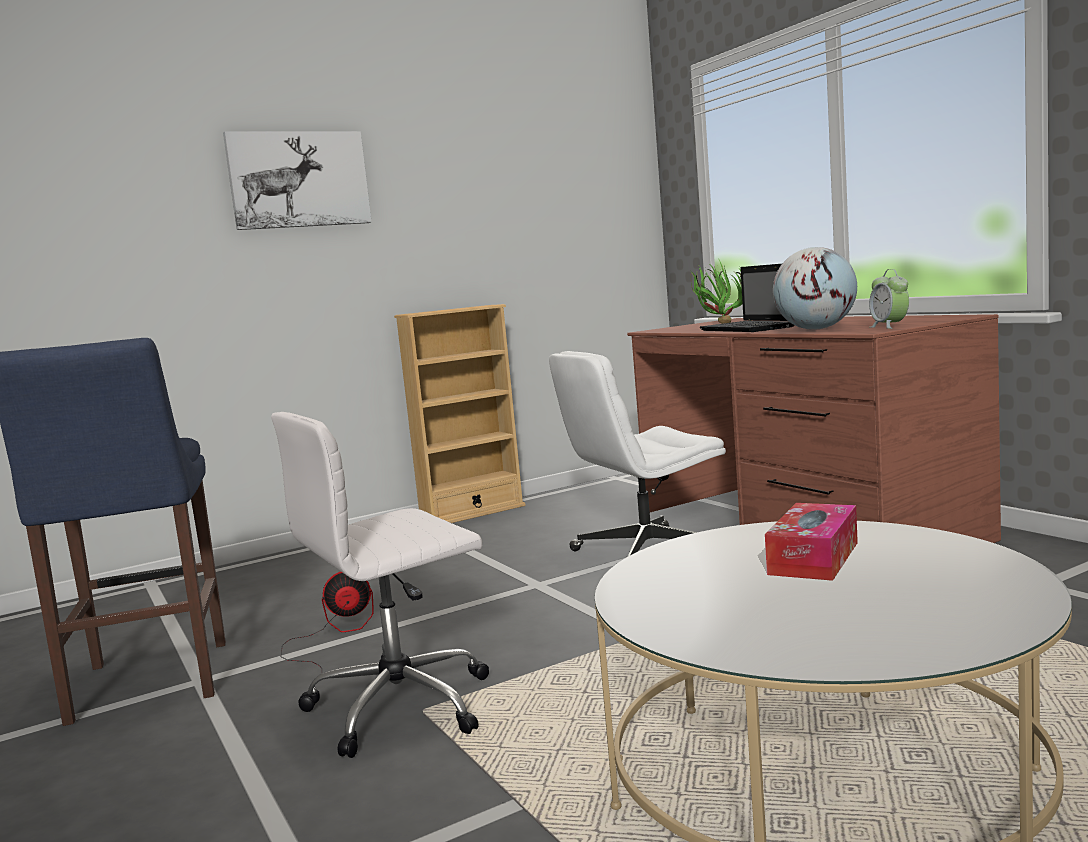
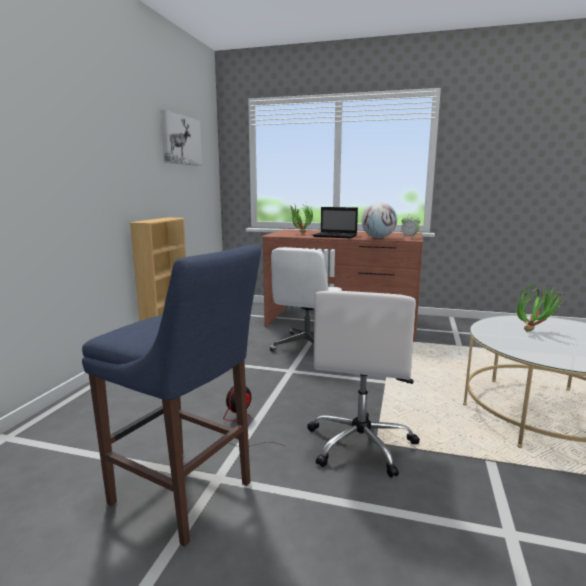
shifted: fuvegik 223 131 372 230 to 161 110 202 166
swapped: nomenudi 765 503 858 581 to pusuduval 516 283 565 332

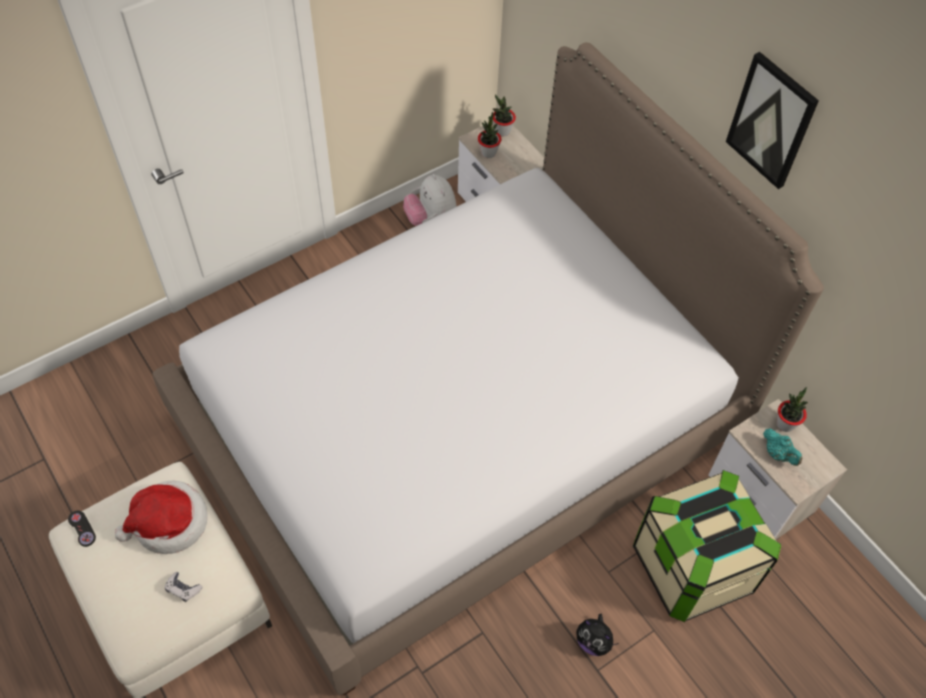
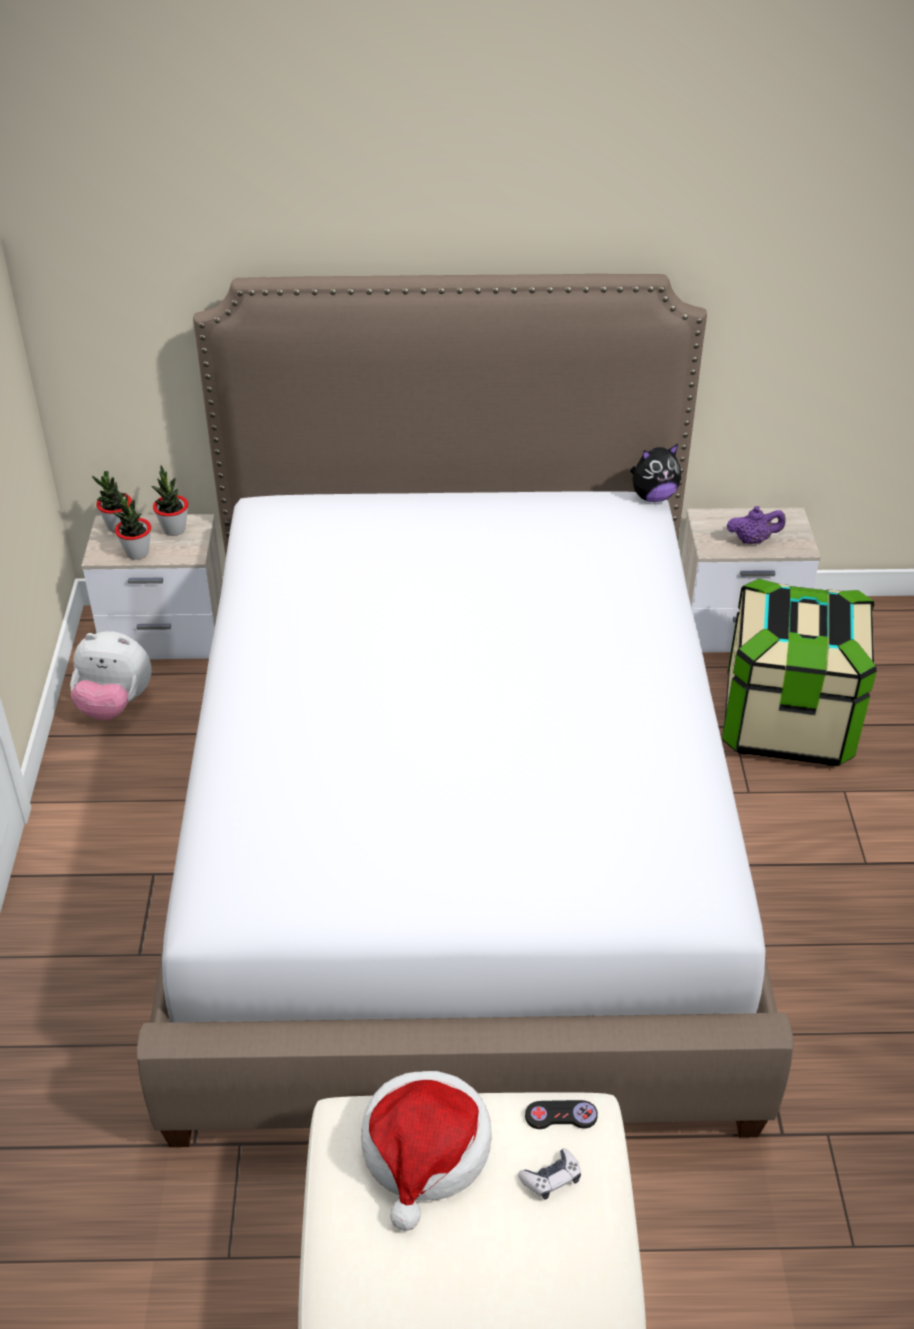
gone: fuvegik 726 52 819 189
shifted: pusuduval 777 387 808 432 to 151 465 188 536; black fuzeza 68 511 96 547 to 525 1100 598 1129; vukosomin 576 614 619 656 to 630 444 681 502
repainted: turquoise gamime 763 428 802 466 to purple gamime 727 506 786 544

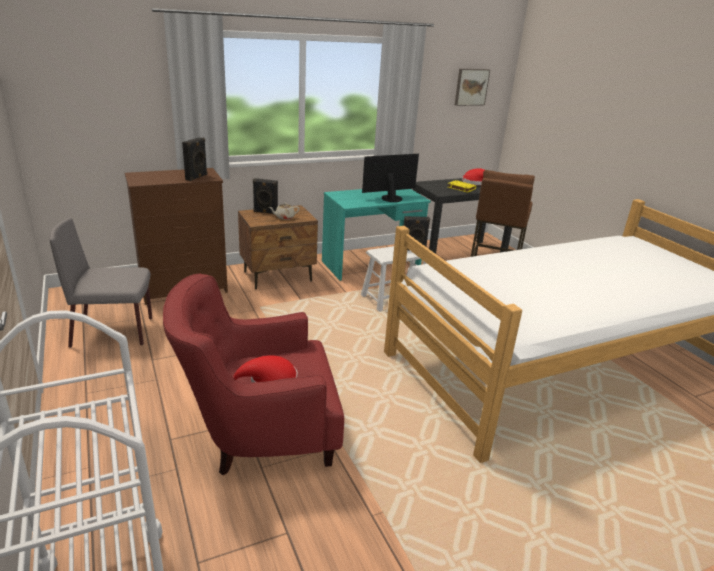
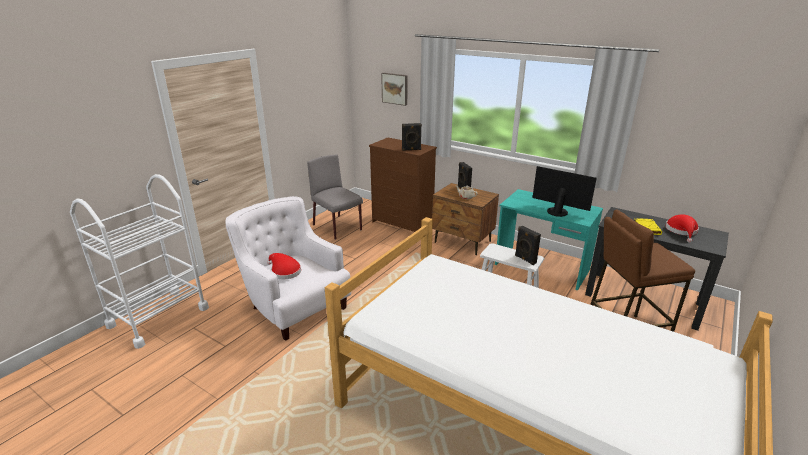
shifted: fuvegik 455 69 490 106 to 381 73 408 106
repainted: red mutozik 163 274 344 475 to white mutozik 225 196 351 341

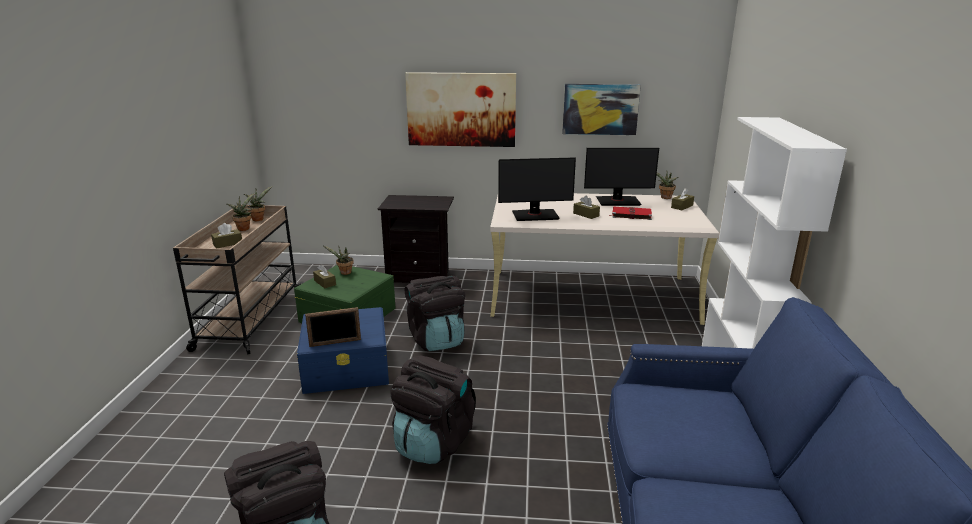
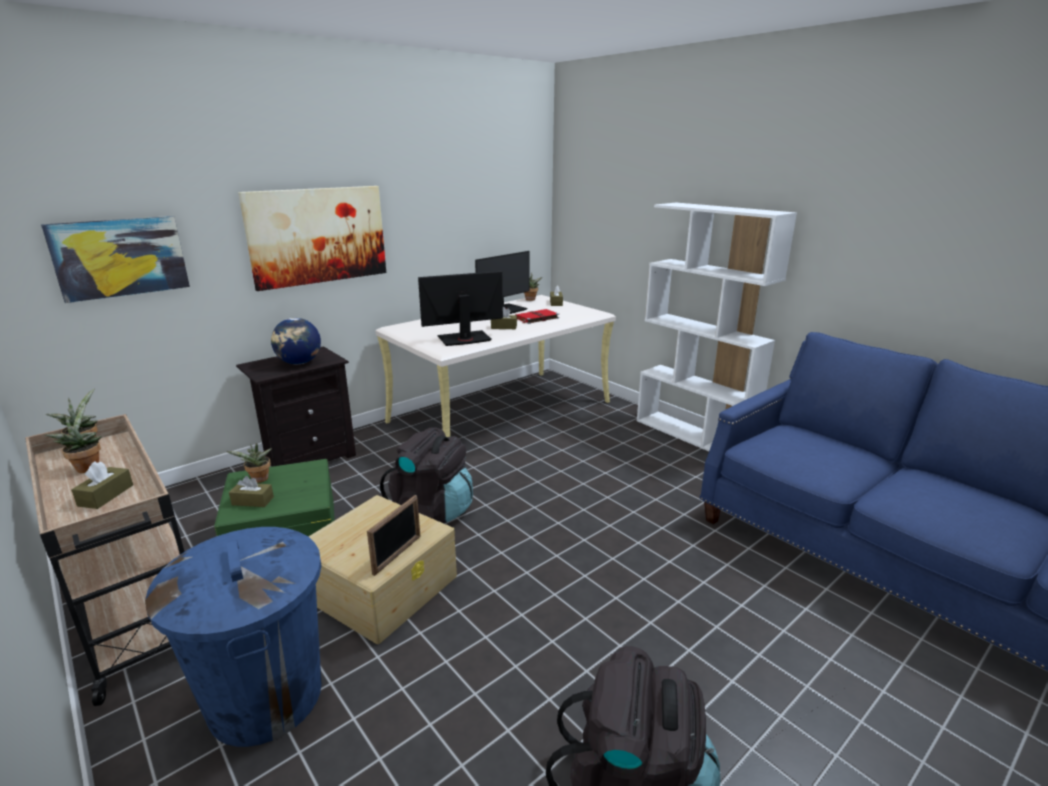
gone: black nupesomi 391 355 476 464
new: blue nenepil 145 527 321 747; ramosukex 271 318 321 364
shifted: fuvegik 562 84 641 135 to 41 216 190 303
repainted: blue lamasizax 297 307 389 394 to beige lamasizax 308 495 457 644
rotated: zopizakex 498 157 576 221 = 418 271 503 346 150 degrees counterclockwise

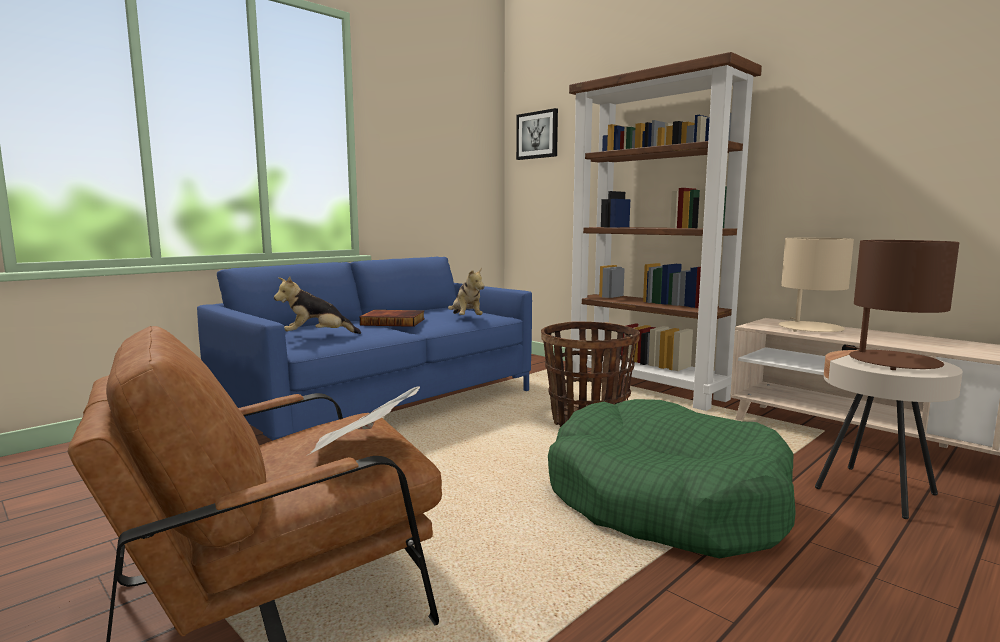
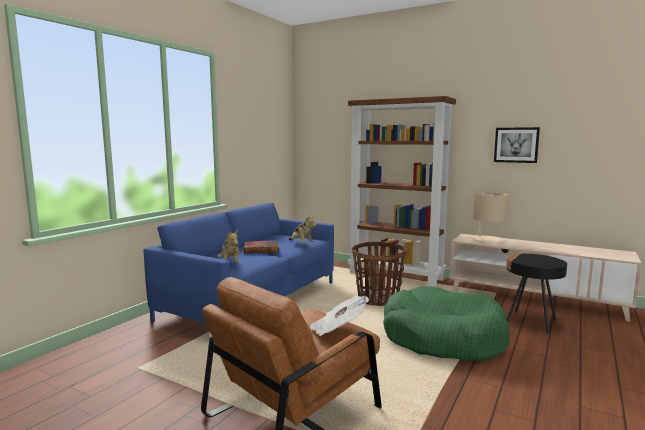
gone: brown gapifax 846 240 960 370
shifted: fuvegik 516 108 558 160 to 494 127 540 163
repainted: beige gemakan 815 350 963 519 to black gemakan 506 254 567 334
rotated: vukosomin 274 277 361 334 = 217 230 239 263 75 degrees counterclockwise

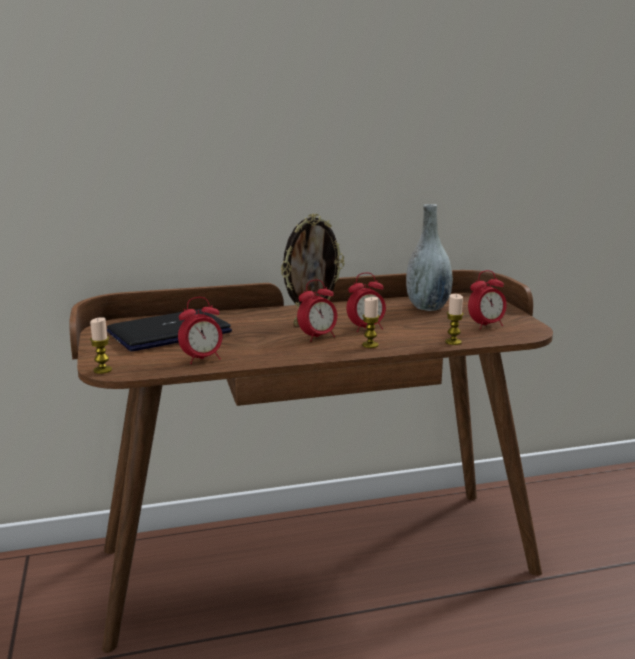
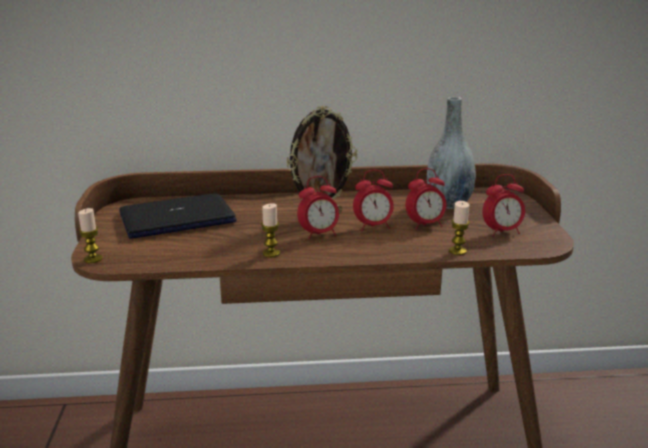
shifted: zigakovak 362 297 380 348 to 261 203 280 257; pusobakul 178 297 223 364 to 406 168 446 230

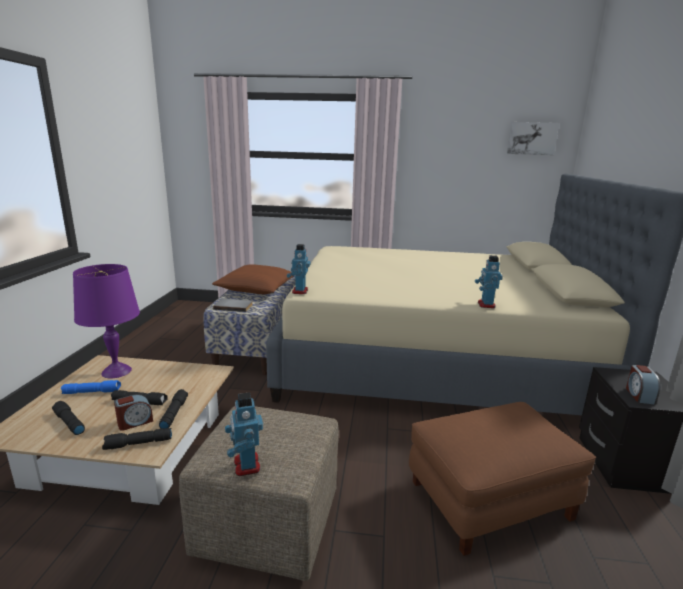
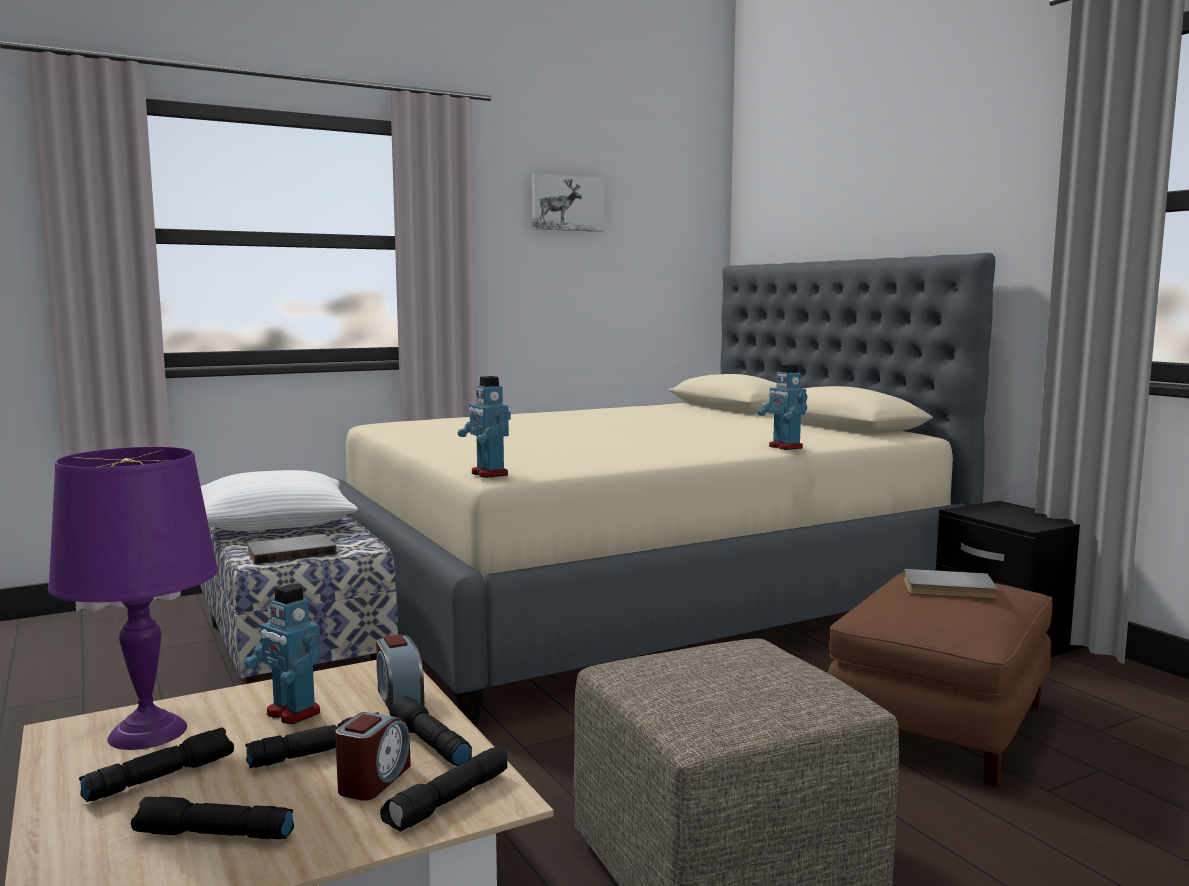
new: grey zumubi 903 569 997 599
shifted: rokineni 225 392 263 476 to 244 584 321 724; pusobakul 626 365 660 405 to 376 635 424 710; fuvegik 507 122 559 155 to 531 173 604 232
repainted: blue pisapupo 61 380 121 394 to black pisapupo 79 727 234 802; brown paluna 212 264 294 294 to white paluna 201 470 358 531

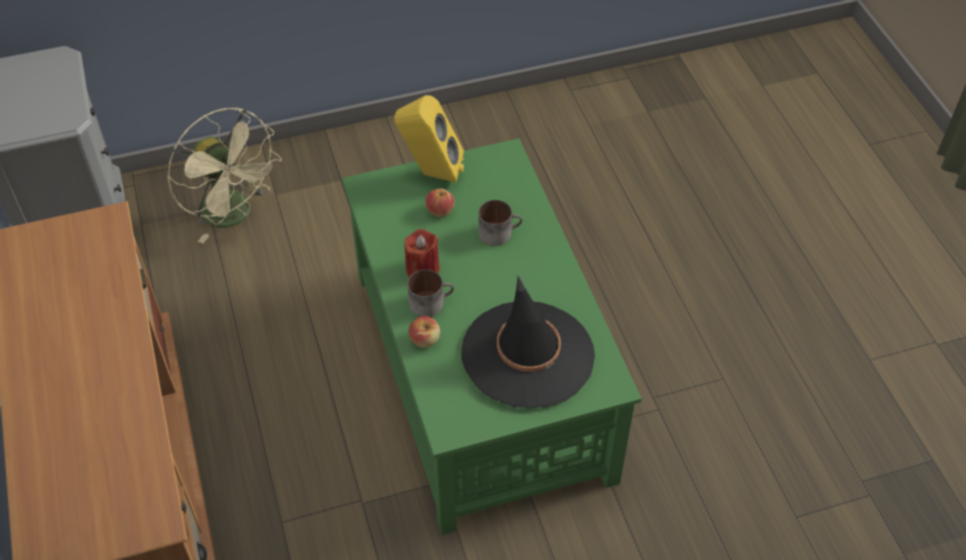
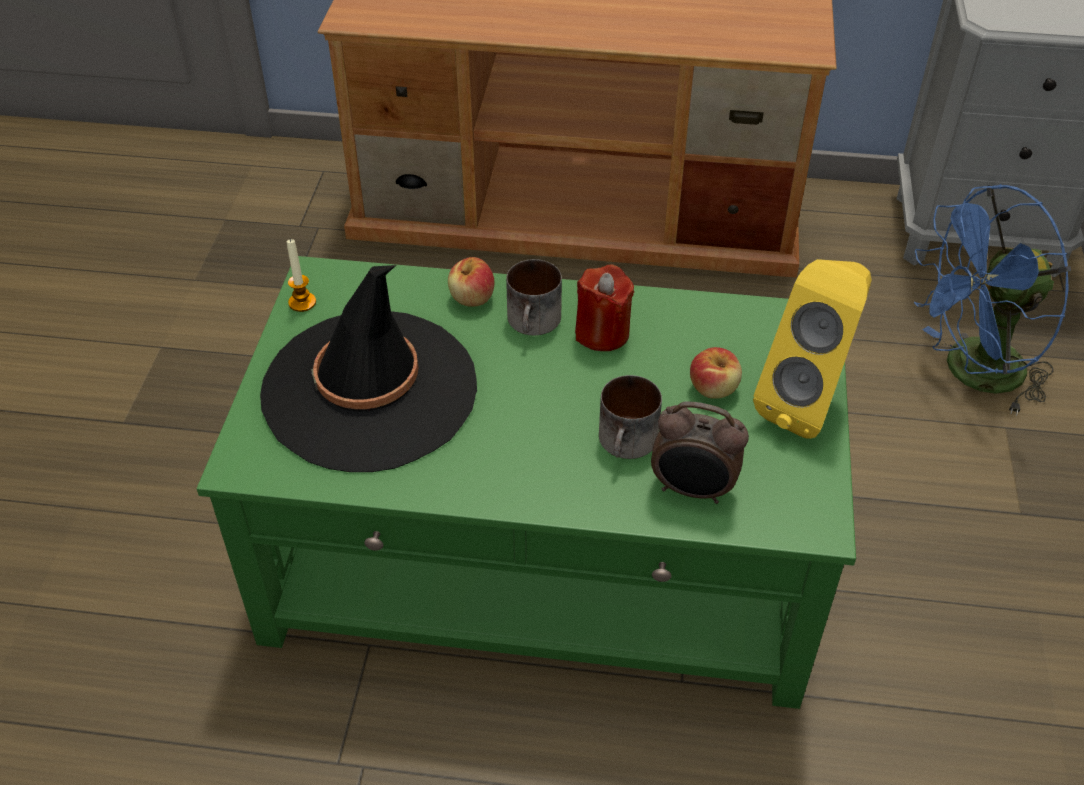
new: zigakovak 287 239 316 312; pusobakul 651 402 749 504
repainted: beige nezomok 167 108 282 243 to blue nezomok 914 184 1071 416

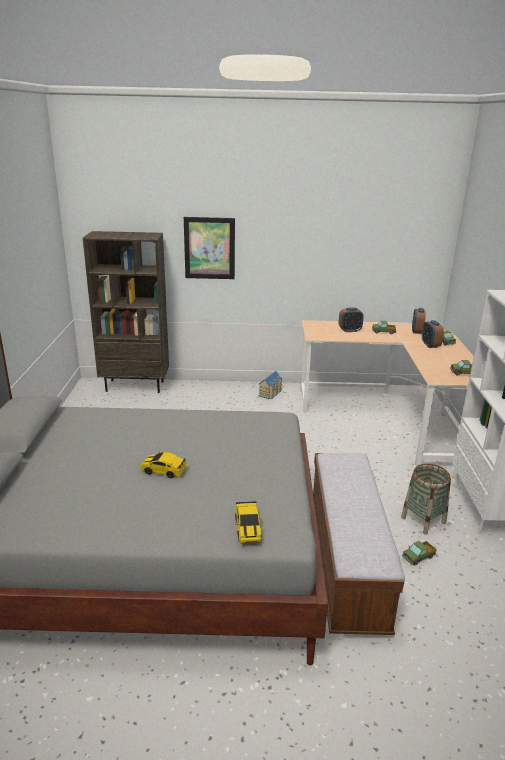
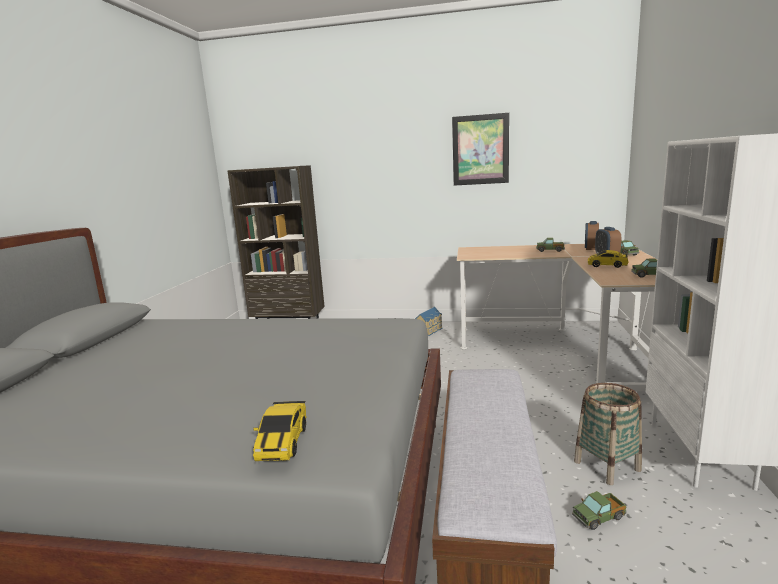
gone: pusobakul 339 308 364 332
shifted: fuvegik 184 217 235 279 to 452 113 509 186; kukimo 140 452 187 478 to 588 250 628 268

